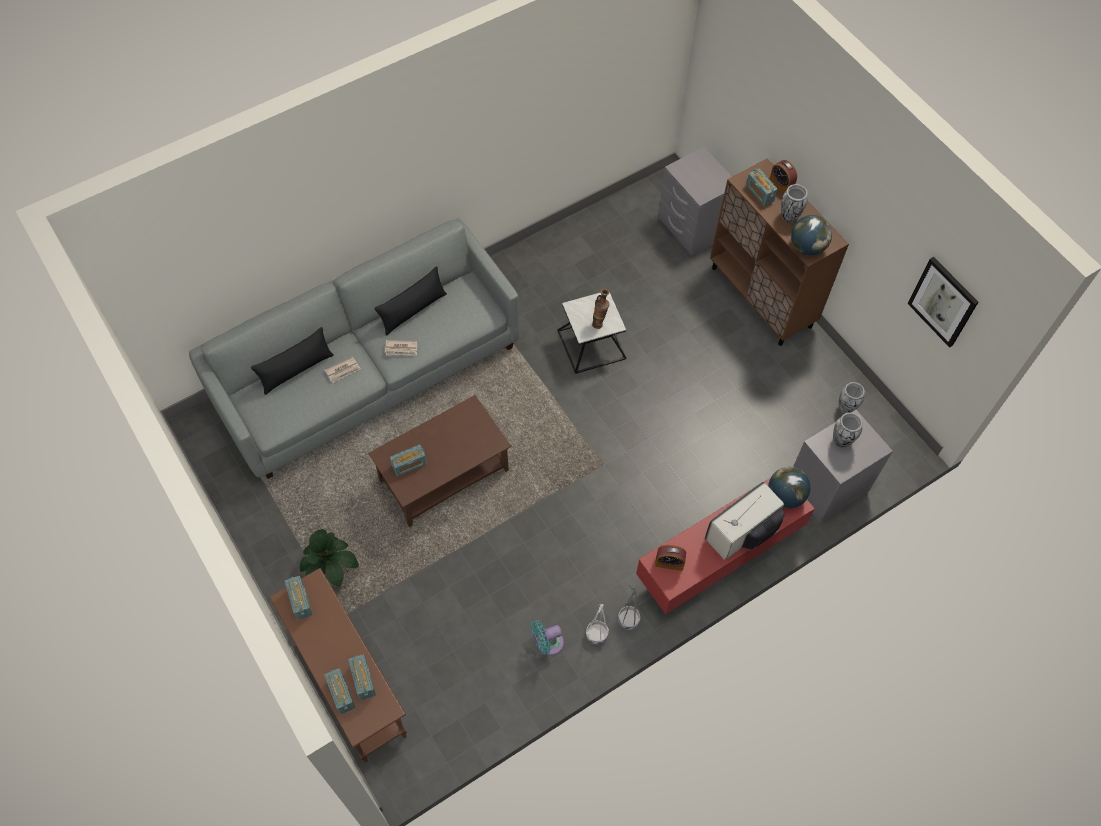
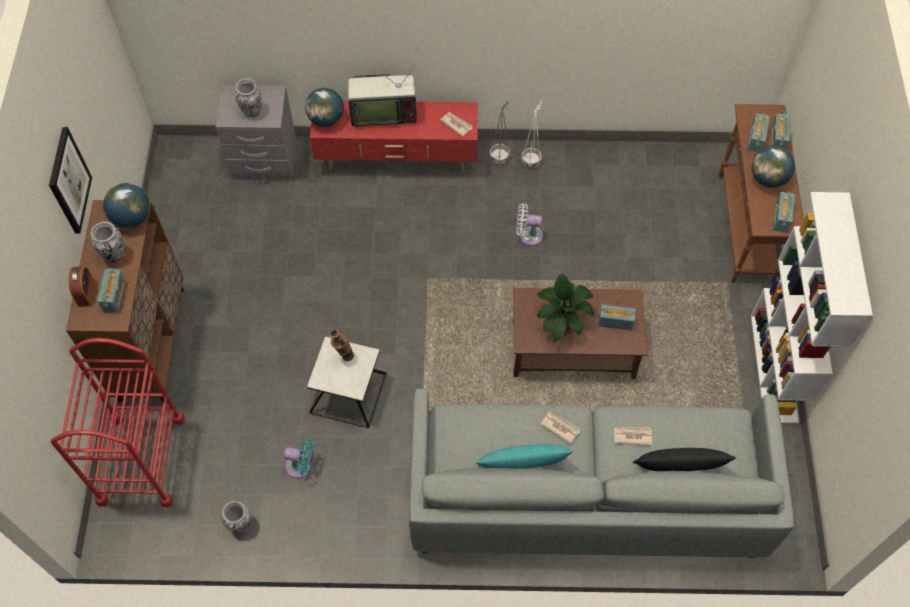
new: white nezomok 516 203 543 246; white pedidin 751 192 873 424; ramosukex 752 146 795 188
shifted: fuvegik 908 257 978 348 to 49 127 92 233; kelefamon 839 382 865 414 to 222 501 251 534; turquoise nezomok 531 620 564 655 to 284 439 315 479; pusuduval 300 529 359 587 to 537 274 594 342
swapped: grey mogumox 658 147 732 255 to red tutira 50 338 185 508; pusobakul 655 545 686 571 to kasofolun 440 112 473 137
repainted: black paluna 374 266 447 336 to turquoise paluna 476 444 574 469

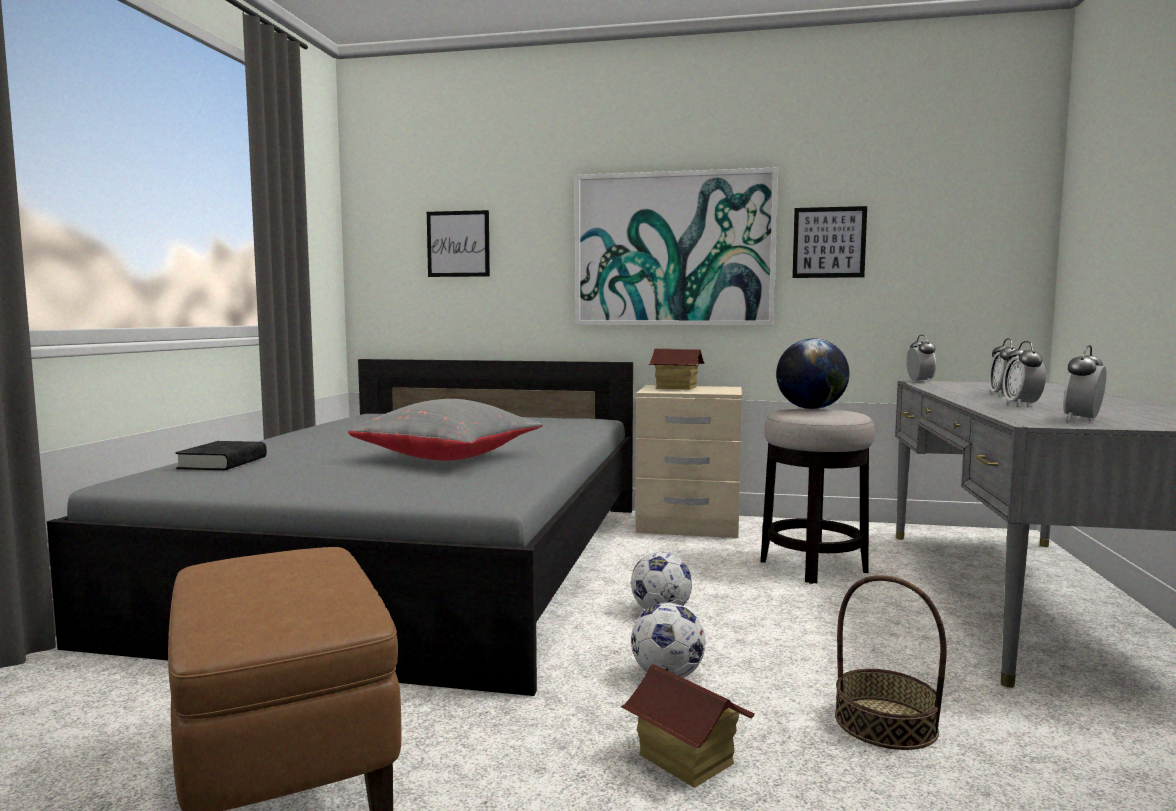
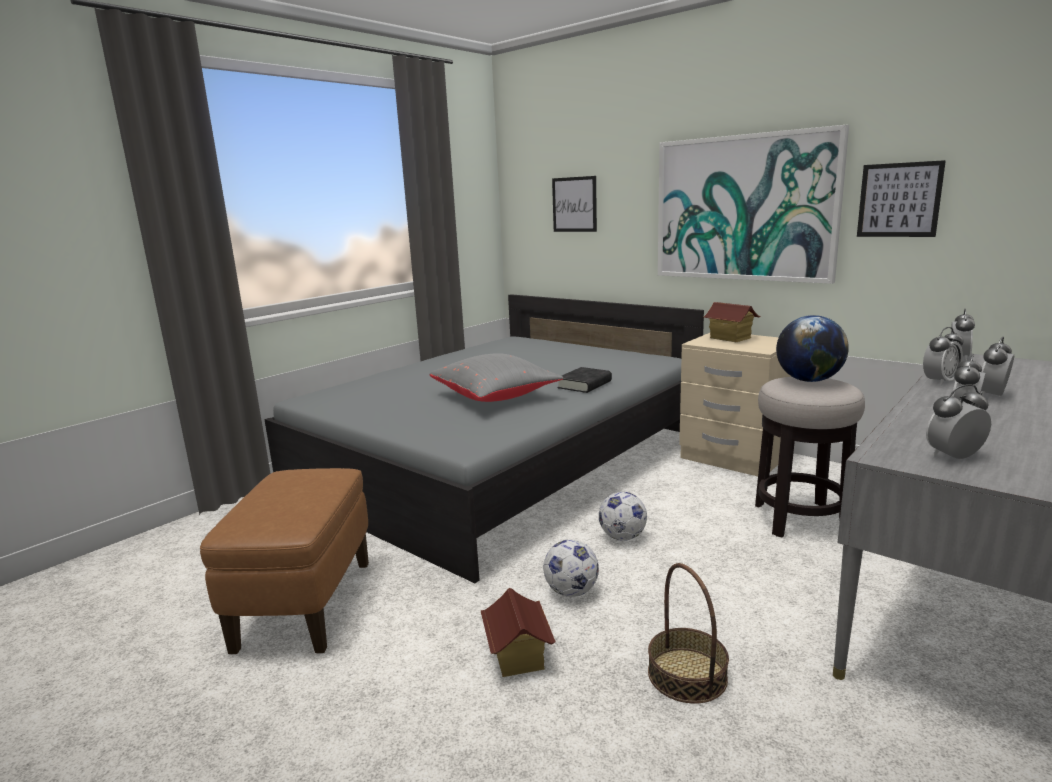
new: pusobakul 923 327 963 385
shifted: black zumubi 175 441 267 470 to 557 367 612 393

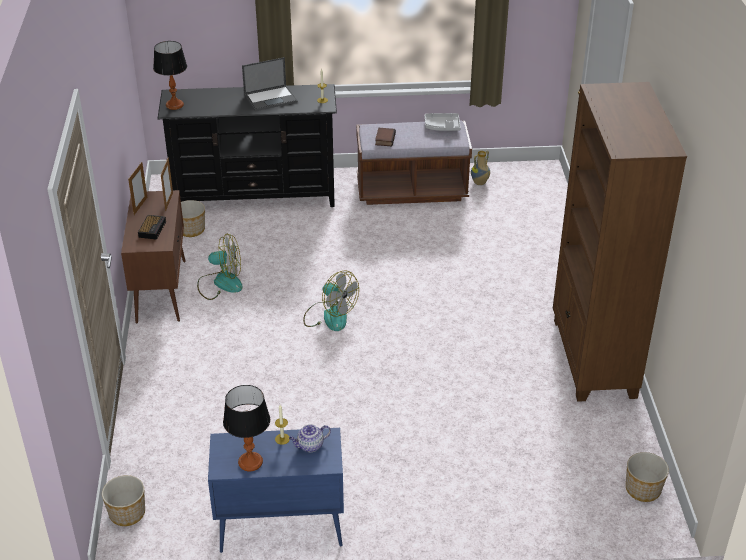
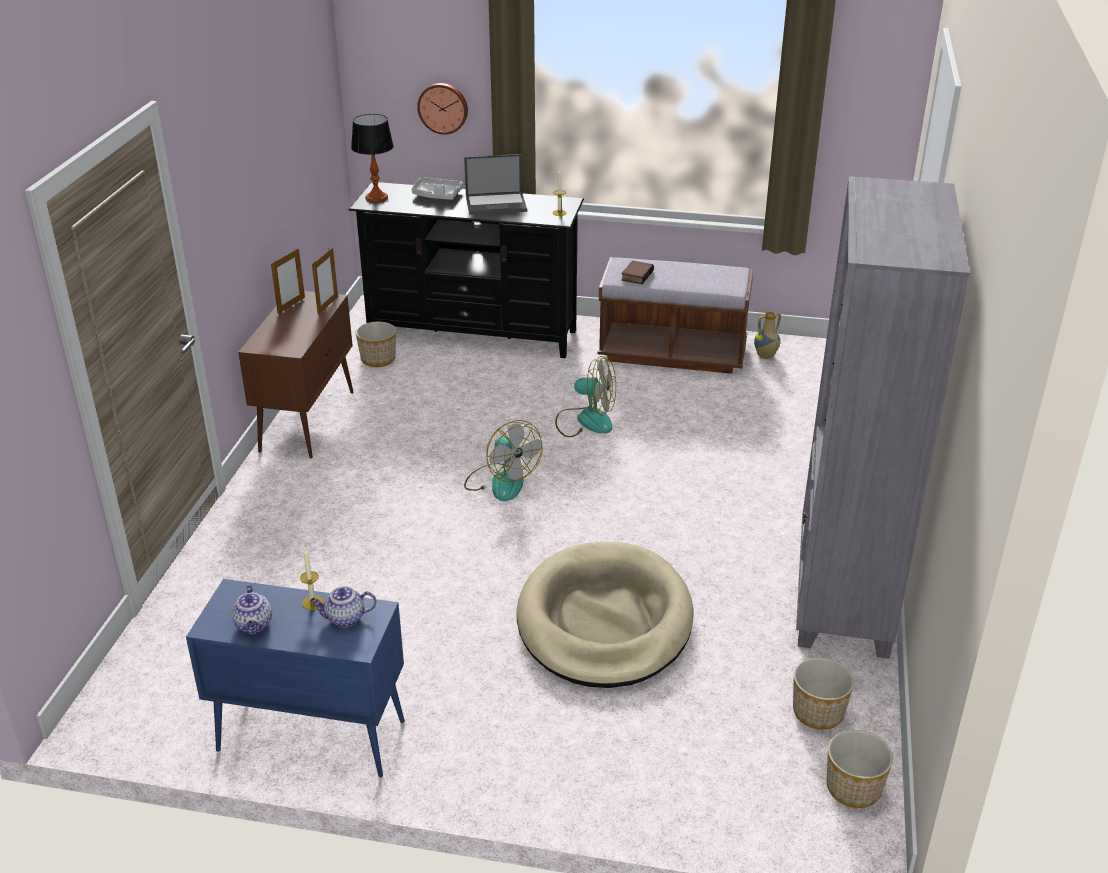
gone: pusobakul 138 215 166 240
new: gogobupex 417 83 468 135; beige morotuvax 517 542 693 688
shifted: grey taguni 424 113 461 131 to 412 177 463 200; nezomok 197 234 243 300 to 555 356 616 437; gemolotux 102 475 145 526 to 793 658 854 730
swapped: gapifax 223 385 270 471 to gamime 231 585 272 635
repainted: brown pedidin 553 82 687 402 to grey pedidin 796 176 970 659

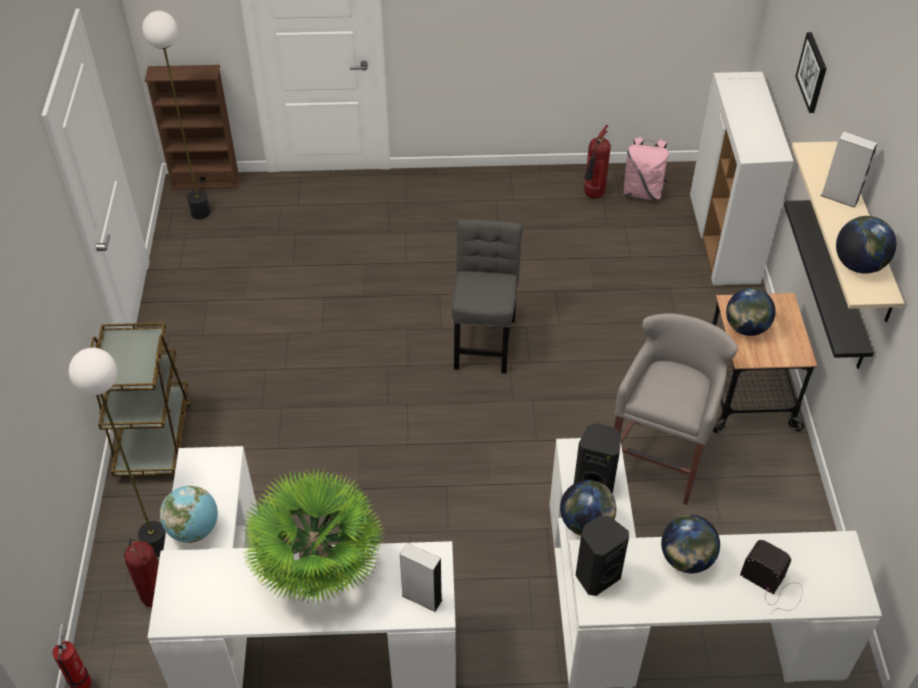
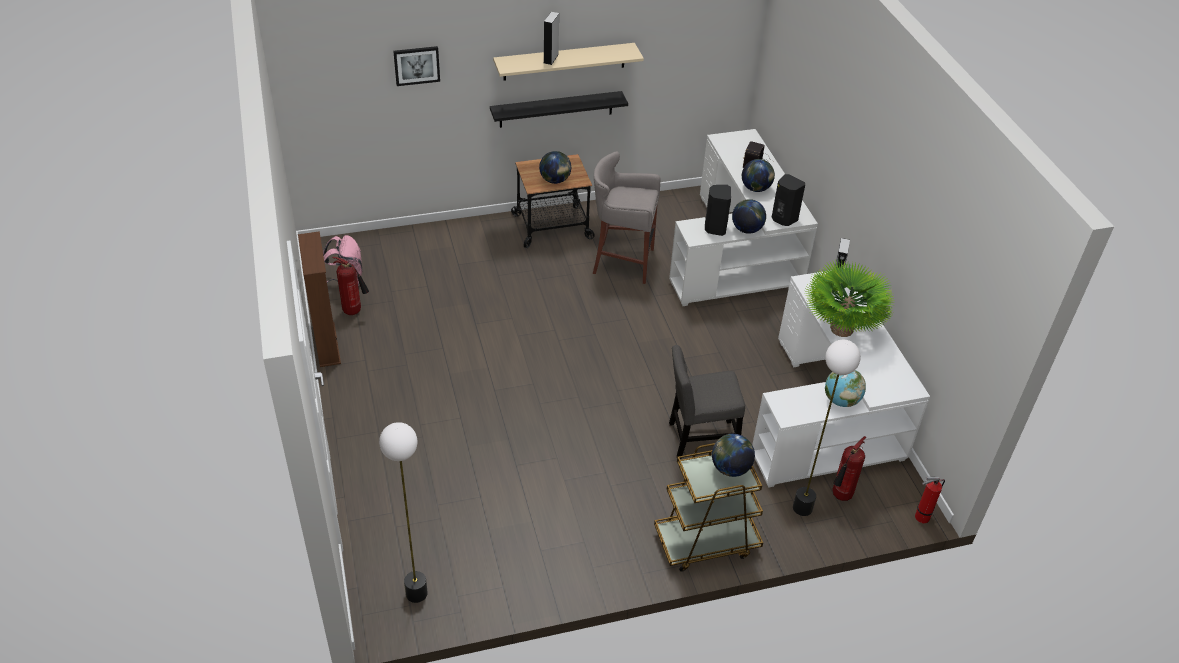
gone: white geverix 690 72 794 285
shifted: brown pedidin 145 65 240 190 to 298 231 341 367; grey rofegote 452 219 522 373 to 669 345 745 459; ramosukex 836 216 896 274 to 712 434 755 477

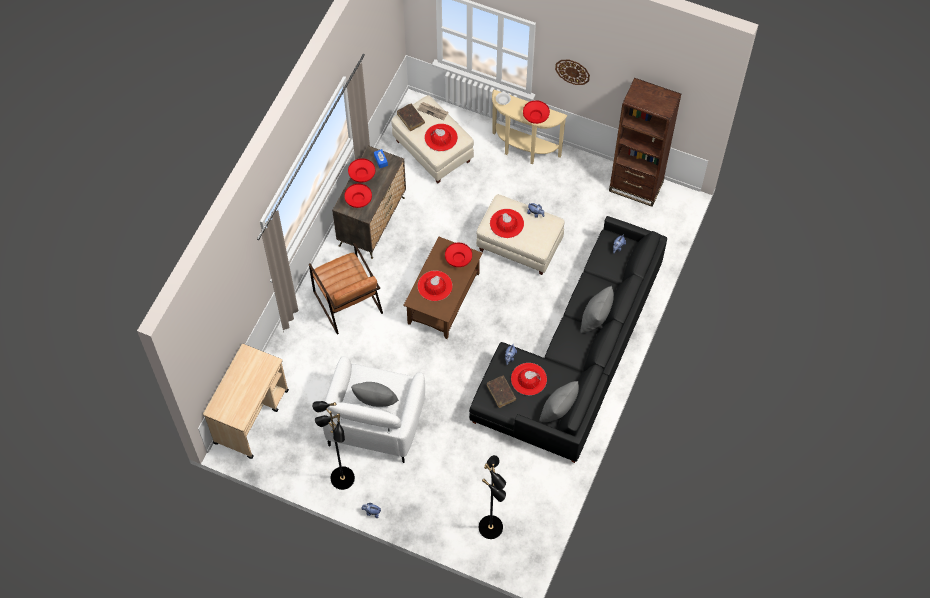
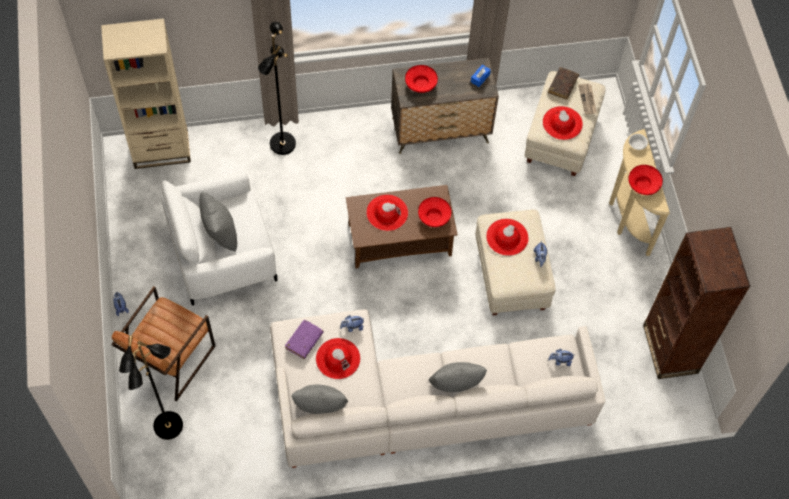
gone: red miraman 348 158 375 183; gogobupex 555 60 590 85
shifted: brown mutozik 309 243 383 335 to 111 286 215 402; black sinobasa 312 401 355 490 to 258 22 296 155
swapped: beige tutira 203 344 289 459 to beige pedidin 101 18 191 169
repainted: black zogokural 469 216 667 463 to white zogokural 270 309 605 468; brown zumubi 487 375 516 408 to purple zumubi 285 320 323 359

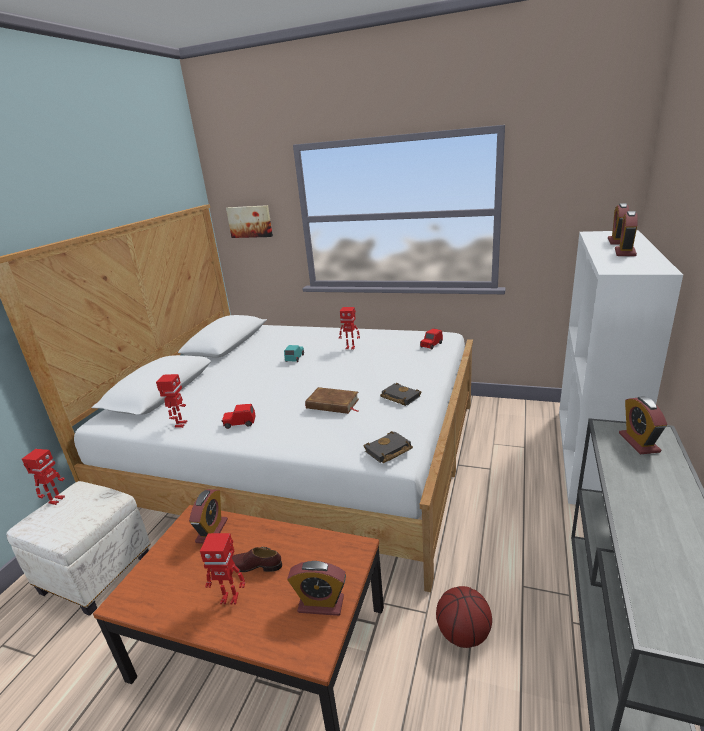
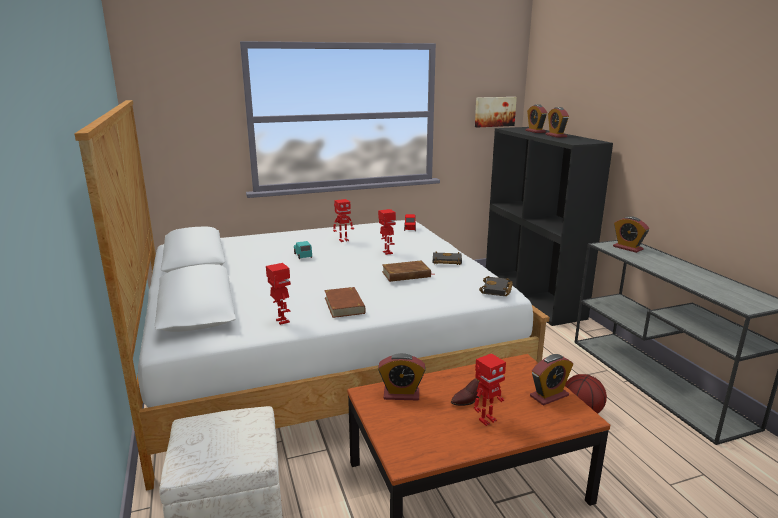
shifted: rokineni 22 449 65 505 to 378 209 396 255; fuvegik 226 205 273 238 to 475 97 517 127
swapped: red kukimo 222 404 256 429 to brown zumubi 324 287 366 318
repainted: white pedidin 559 230 683 505 to black pedidin 486 127 613 326
rotated: pusobakul 189 489 228 544 = 378 353 426 400 120 degrees clockwise

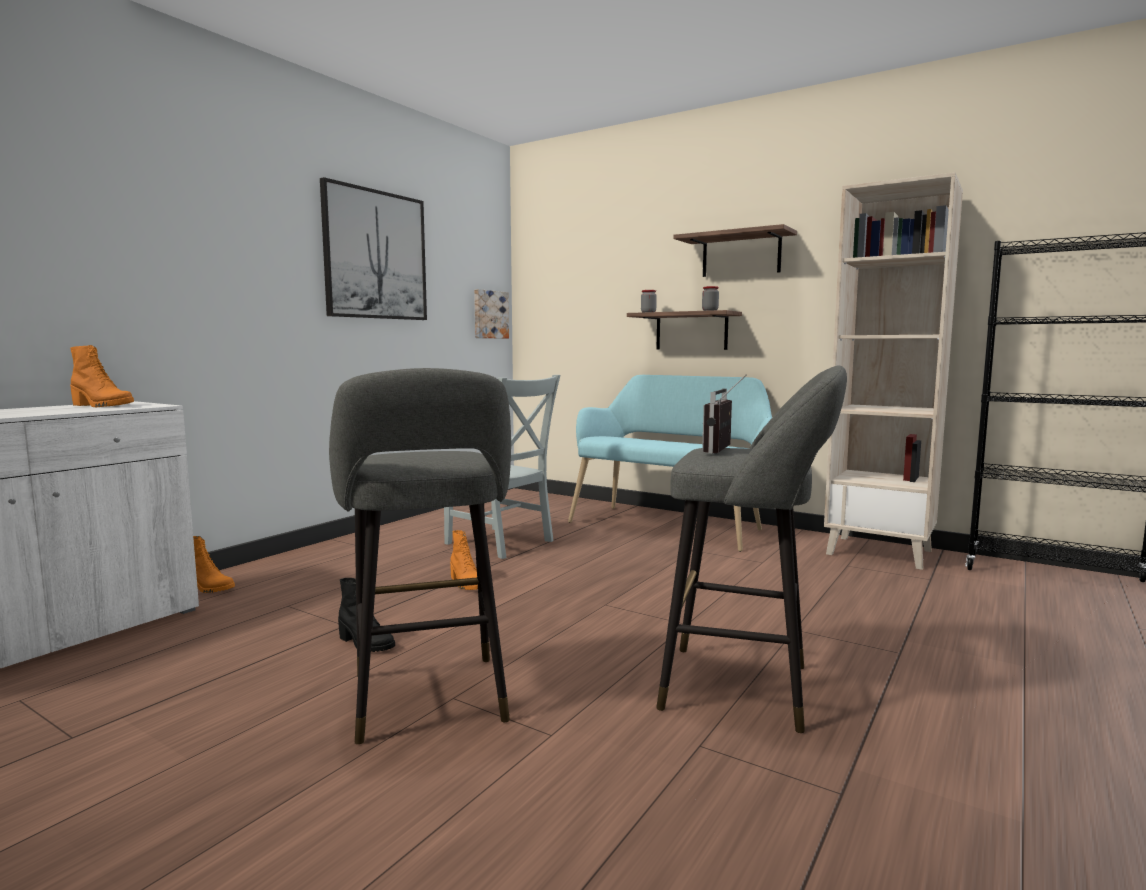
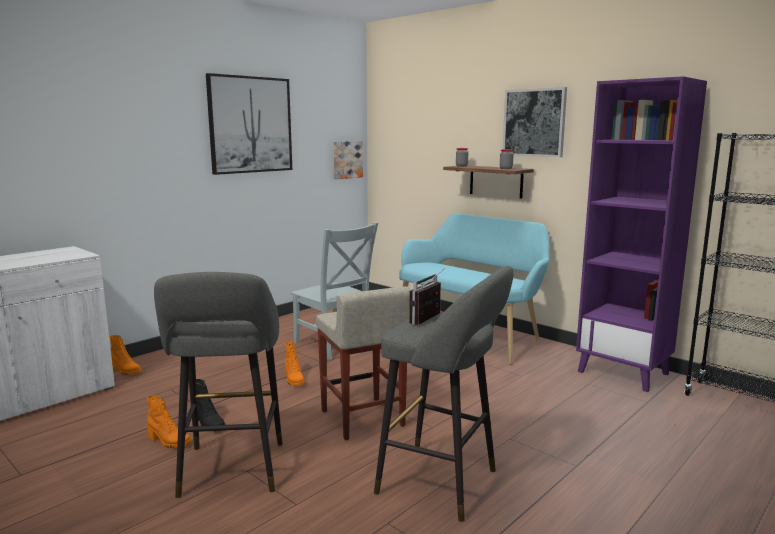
new: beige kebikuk 316 287 411 440
shifted: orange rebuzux 70 345 134 407 to 147 396 191 448
swapped: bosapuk 673 224 797 277 to fuvegik 503 87 567 157
repainted: beige pedidin 824 172 963 570 to purple pedidin 576 76 707 392

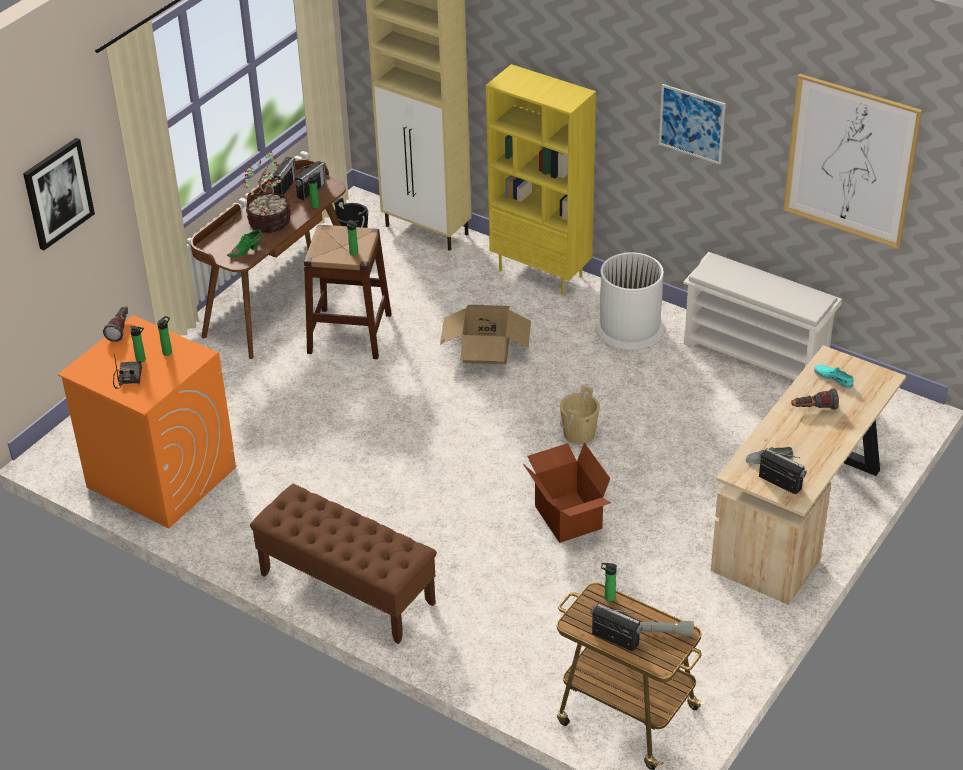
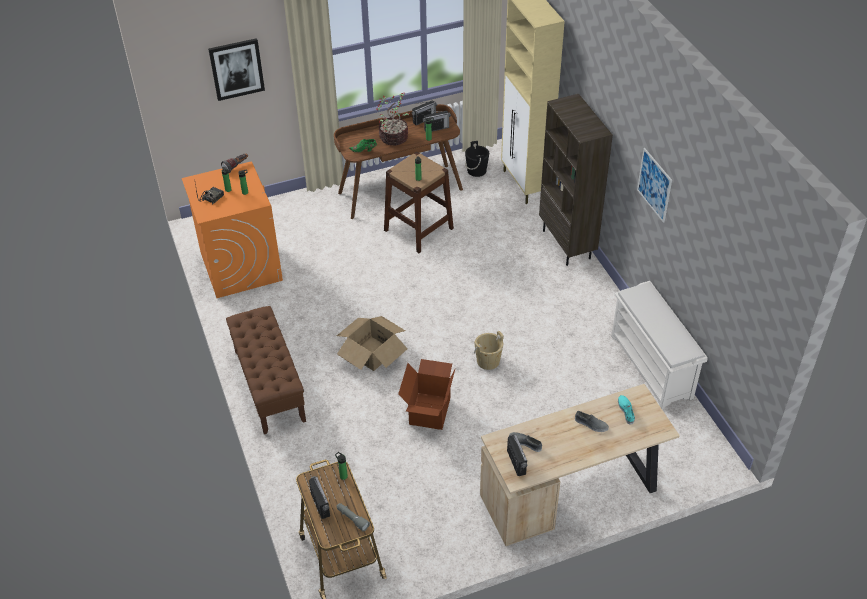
gone: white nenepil 595 252 664 350; fuvegik 783 73 922 249
shifted: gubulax 440 305 531 365 to 337 316 408 371
swapped: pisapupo 791 388 839 410 to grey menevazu 575 411 609 432
repainted: yellow pedidin 486 64 596 295 to brown pedidin 539 94 613 266

